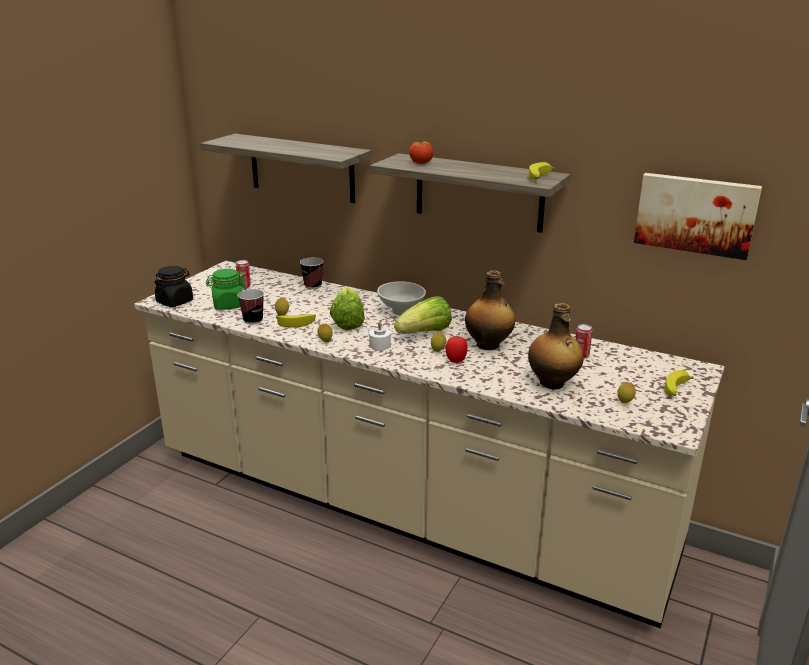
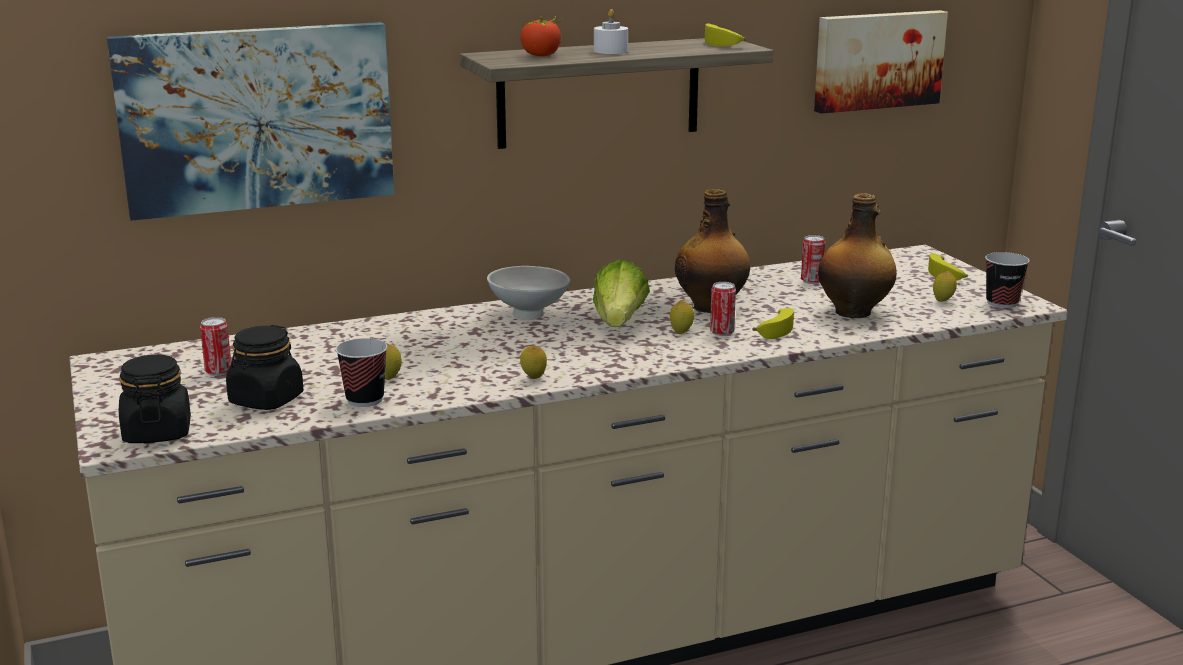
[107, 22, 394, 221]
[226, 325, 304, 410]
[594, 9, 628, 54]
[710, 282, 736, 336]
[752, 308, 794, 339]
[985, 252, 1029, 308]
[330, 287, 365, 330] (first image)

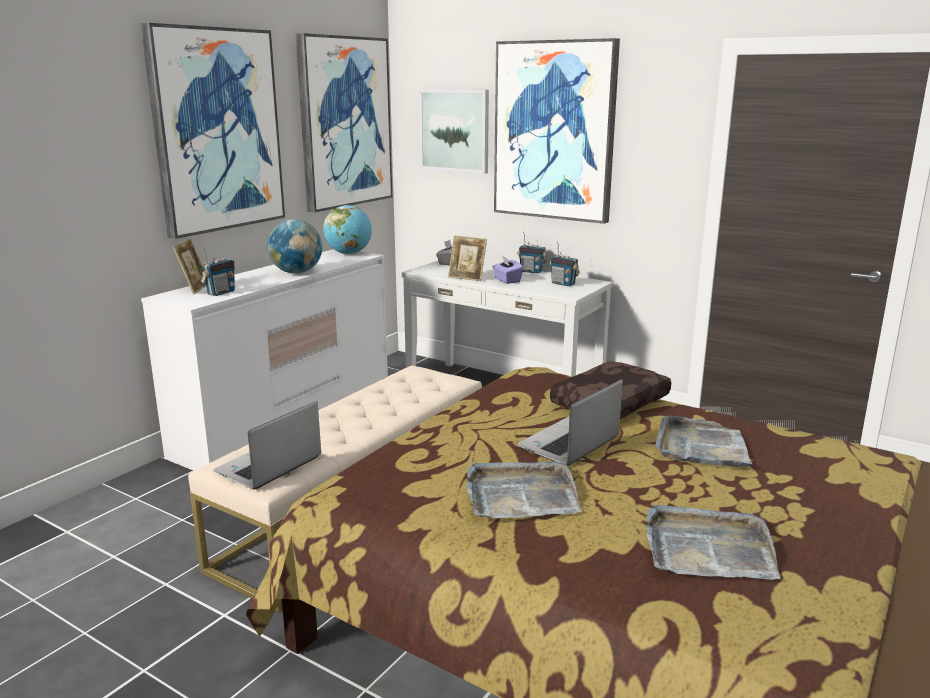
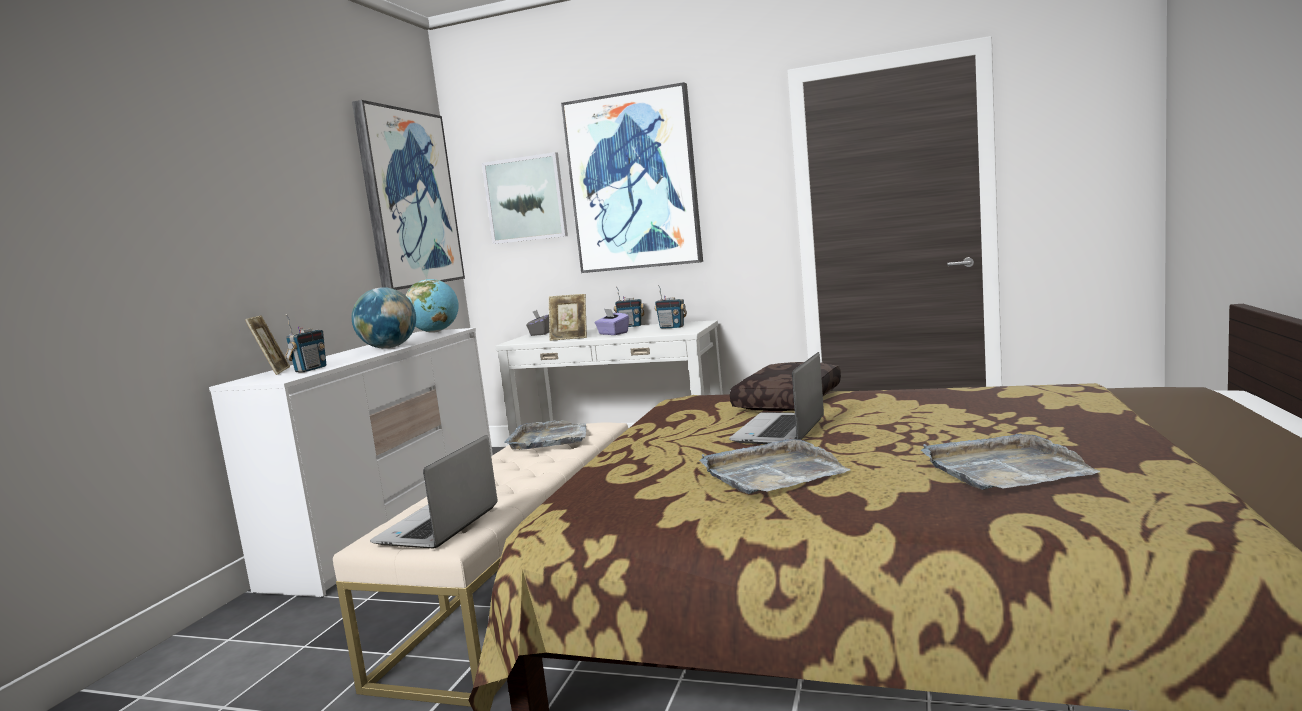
[504, 420, 586, 450]
[141, 23, 285, 239] (first image)

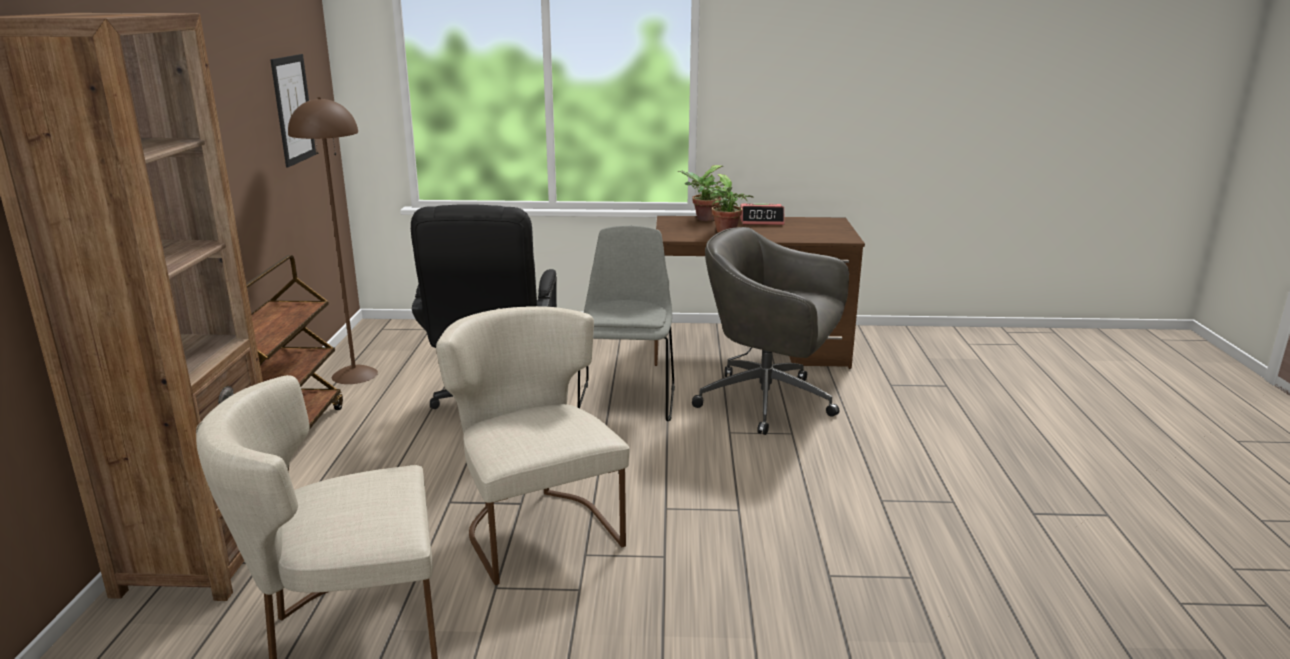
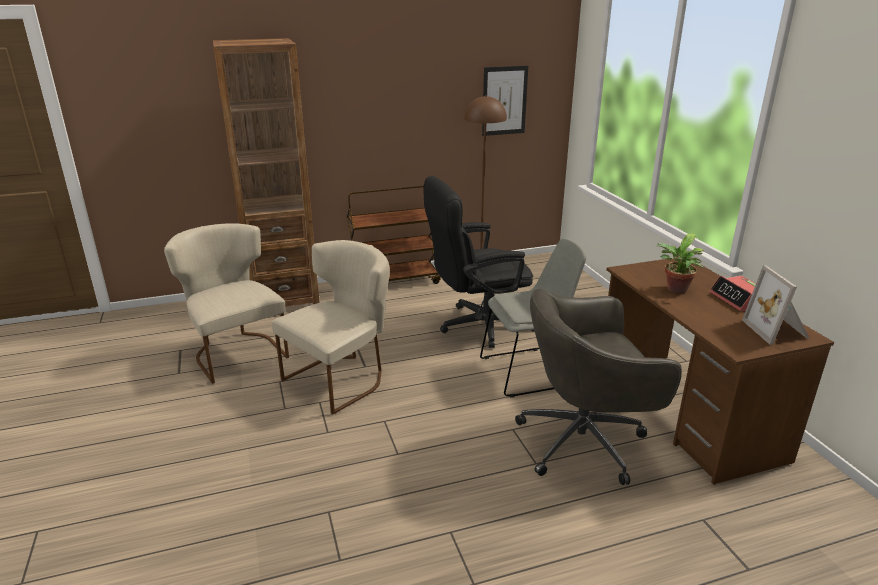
[515, 288, 682, 485]
[742, 265, 810, 345]
[678, 165, 724, 221] (first image)

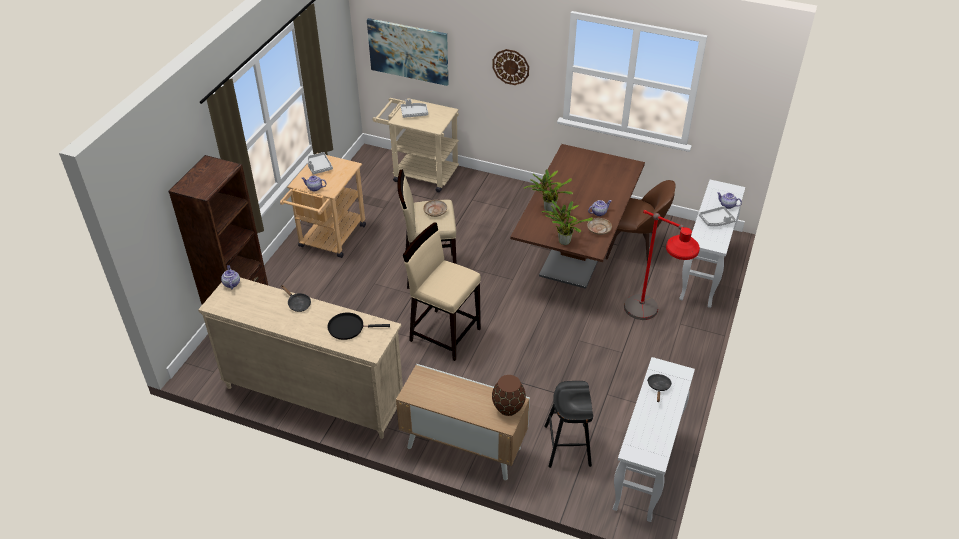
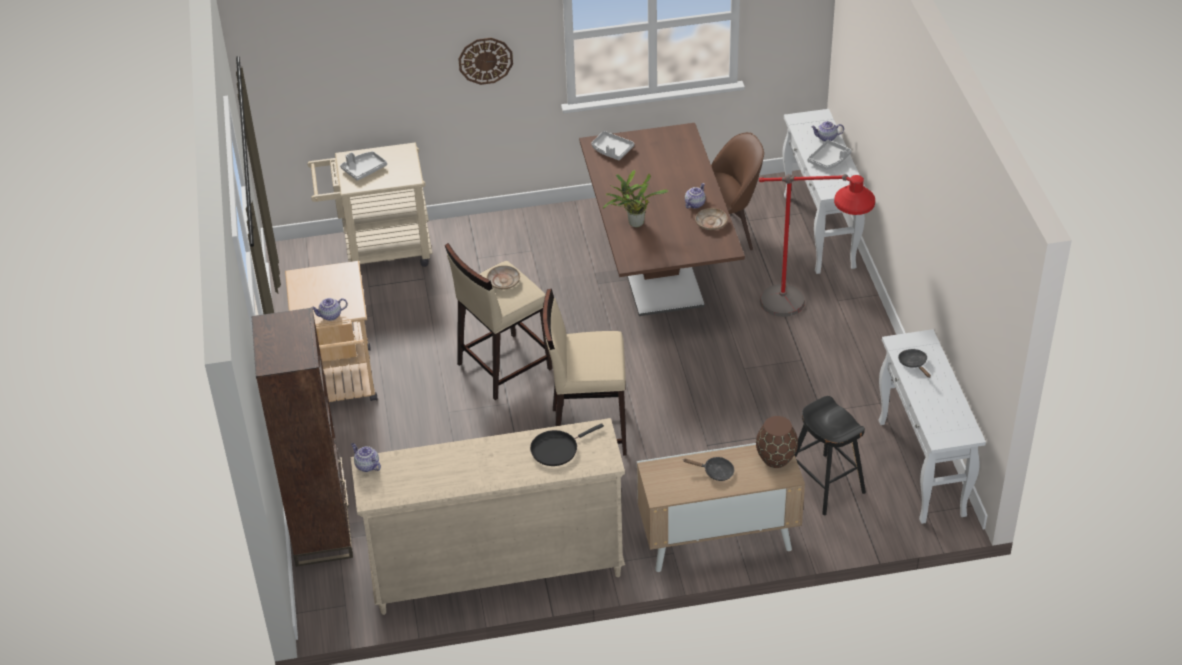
[591, 131, 634, 160]
[683, 457, 734, 481]
[367, 18, 448, 86] (first image)
[542, 200, 593, 245] (first image)

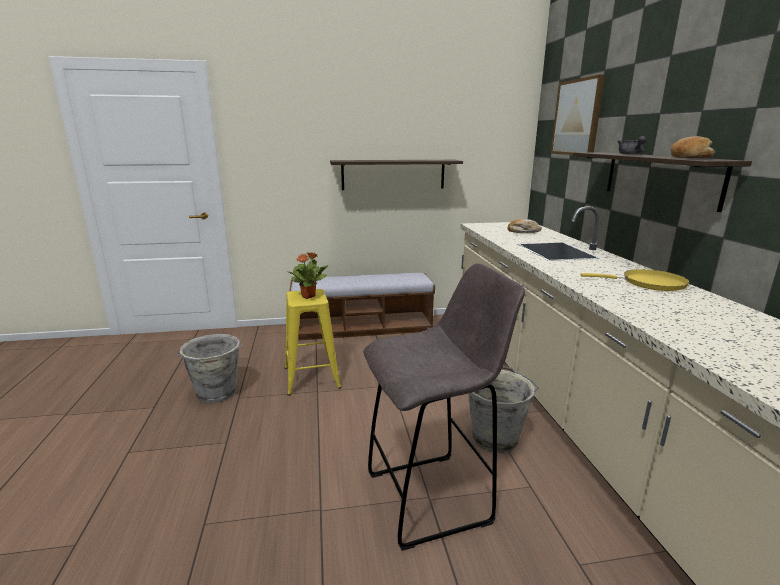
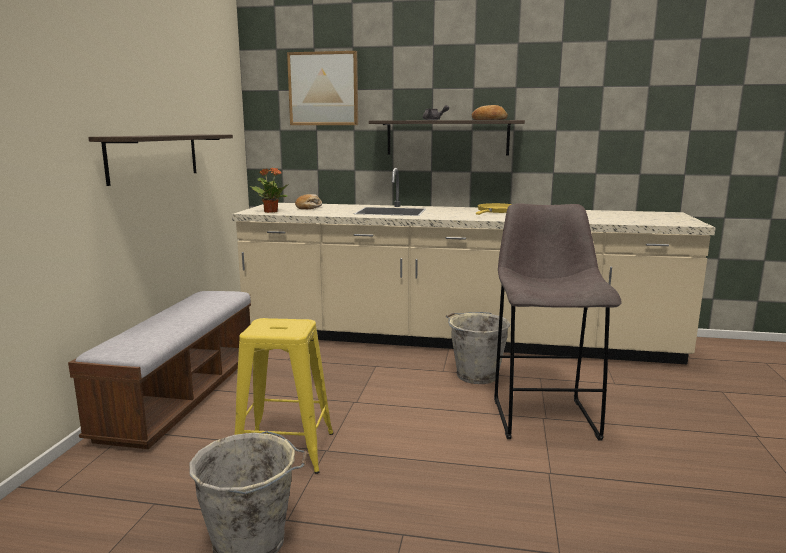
[250, 168, 289, 213]

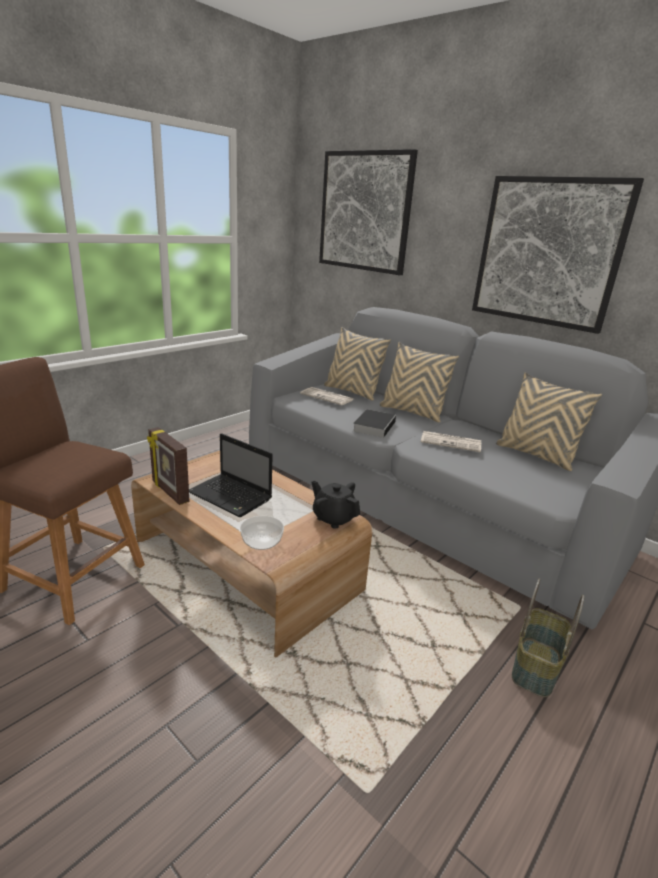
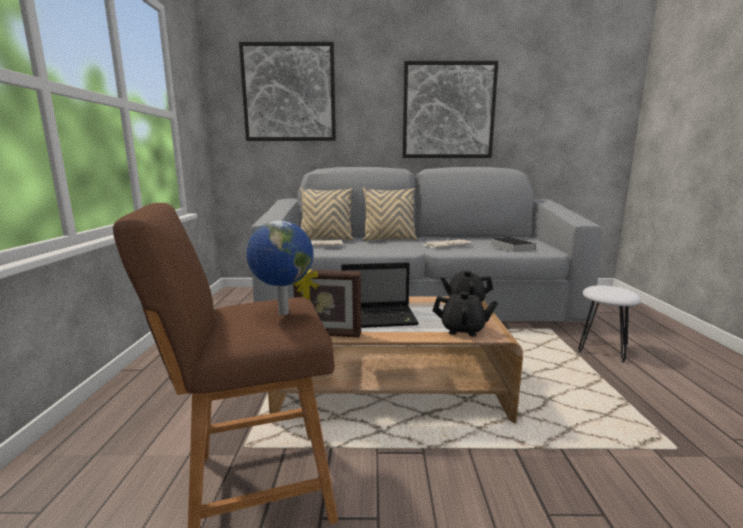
[246, 221, 314, 315]
[432, 291, 498, 336]
[491, 237, 536, 252]
[578, 285, 641, 363]
[496, 372, 602, 471] (first image)

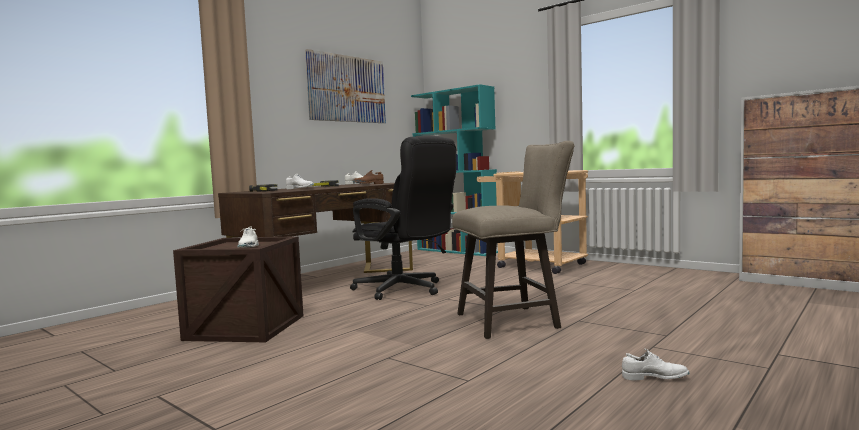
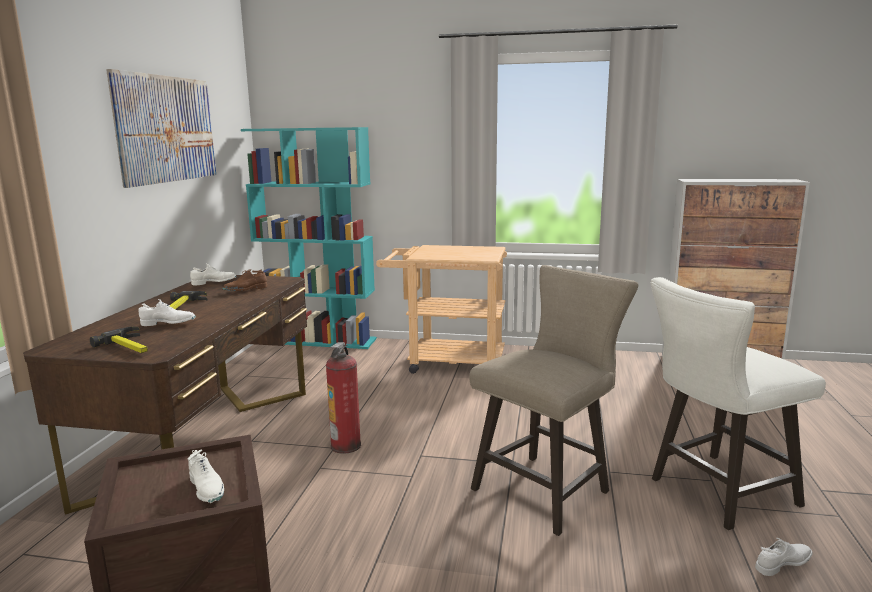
[326, 342, 361, 454]
[651, 277, 826, 530]

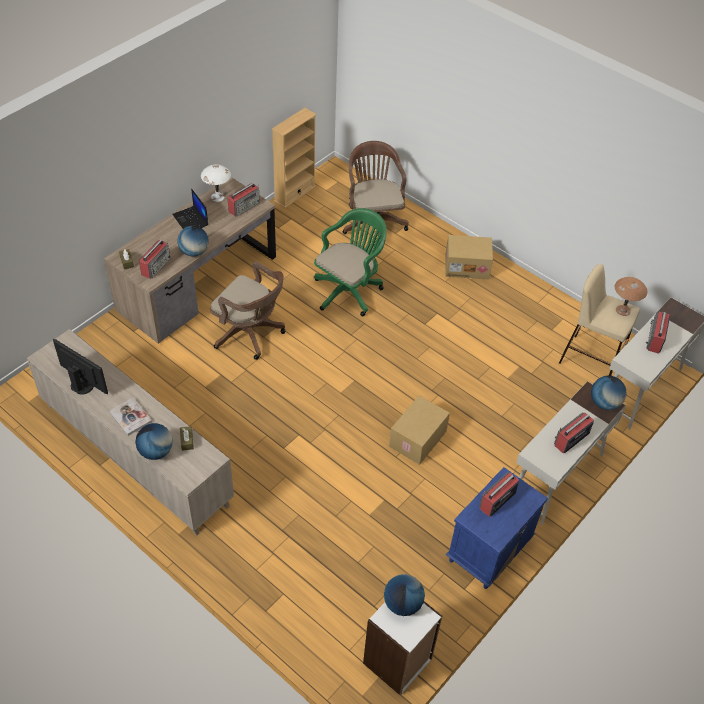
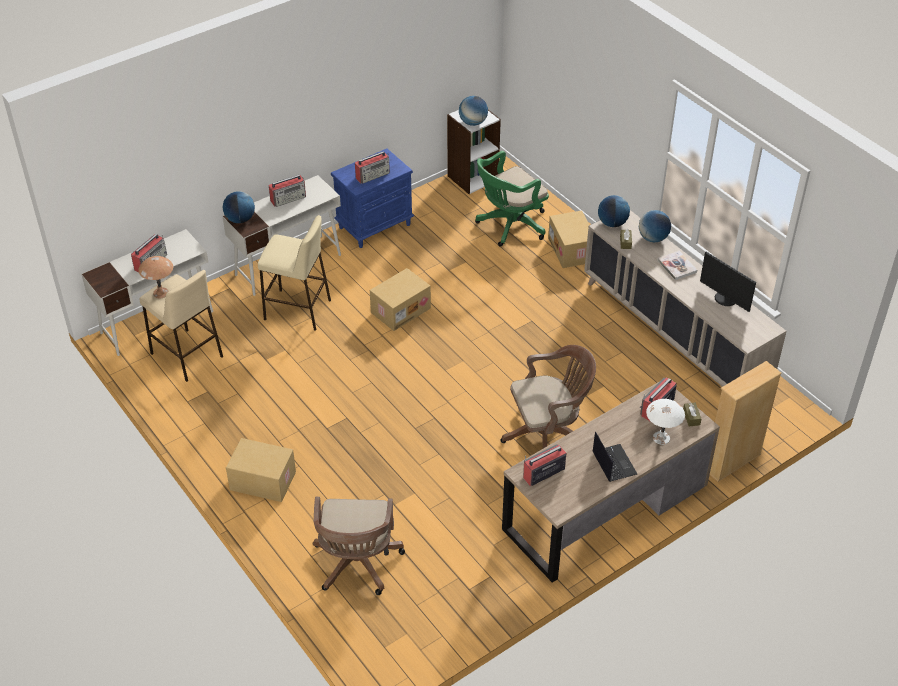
[258, 215, 331, 331]
[475, 151, 549, 247]
[501, 345, 596, 448]
[548, 210, 589, 268]
[598, 195, 630, 227]
[646, 399, 685, 445]
[710, 361, 782, 482]

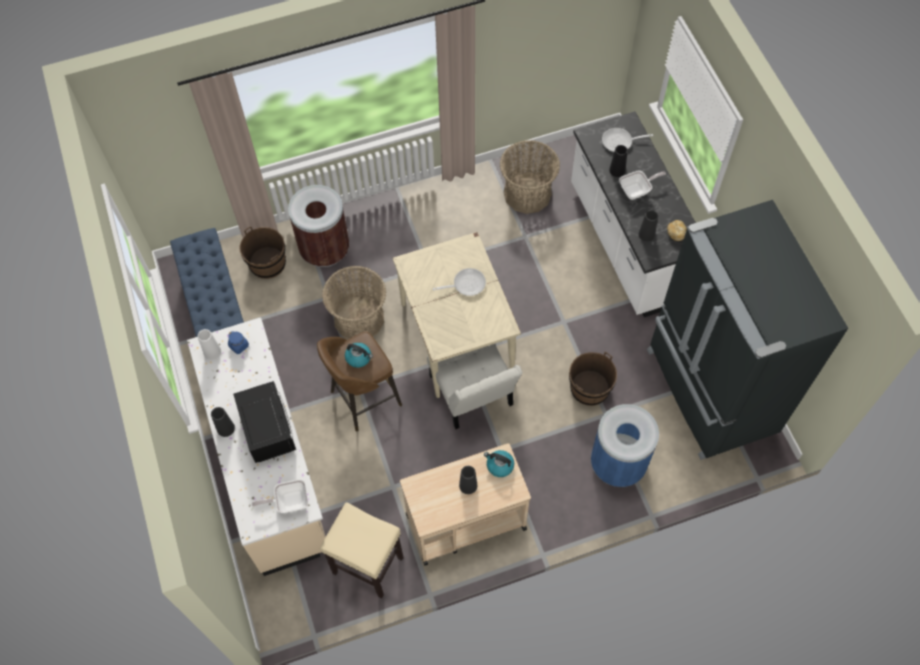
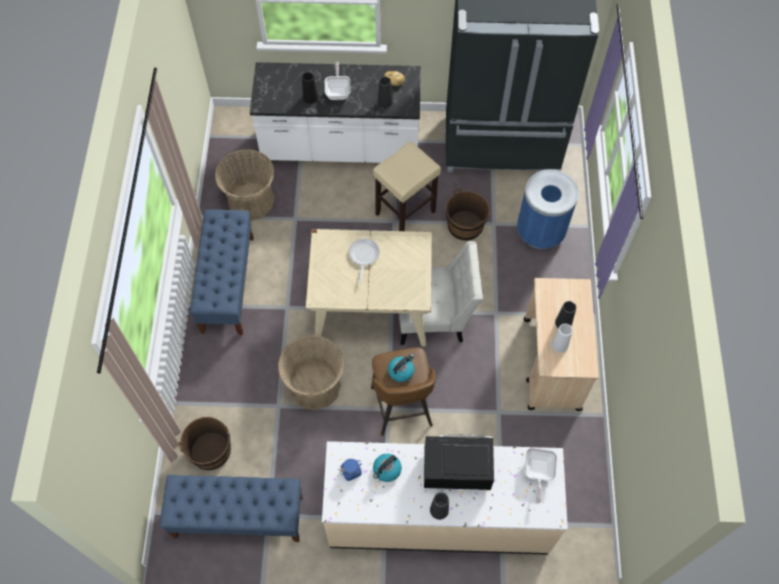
[190, 210, 254, 335]
[373, 141, 441, 231]
[373, 454, 402, 482]
[551, 324, 573, 353]
[288, 185, 349, 267] (first image)
[602, 128, 653, 152] (first image)

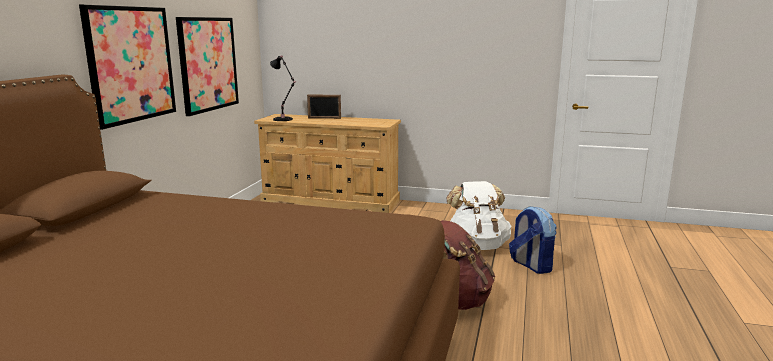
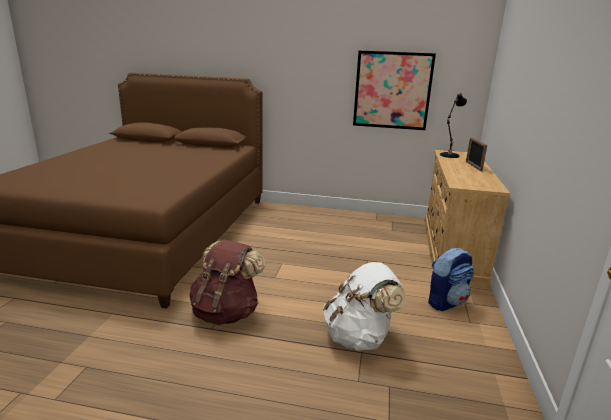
[428, 248, 474, 311]
[79, 5, 176, 130] (first image)

